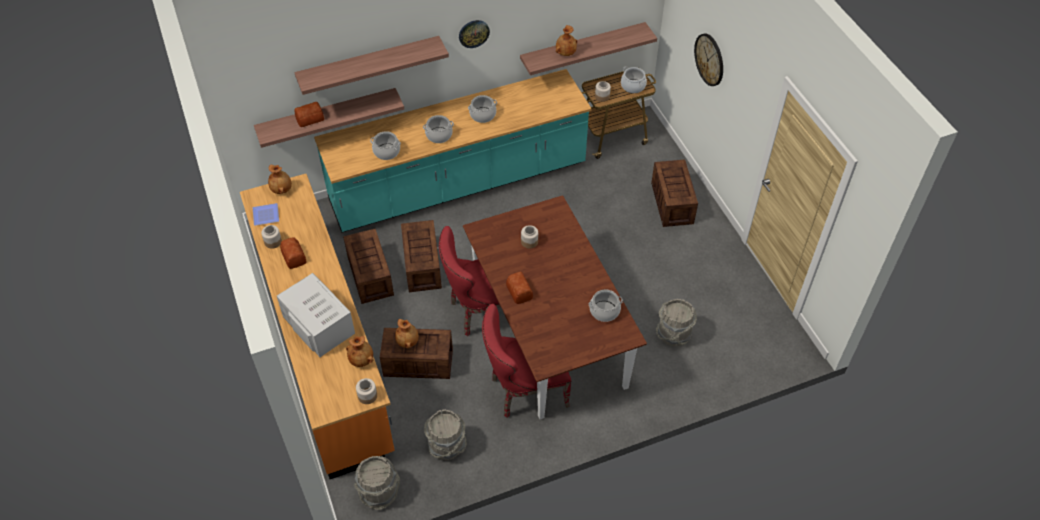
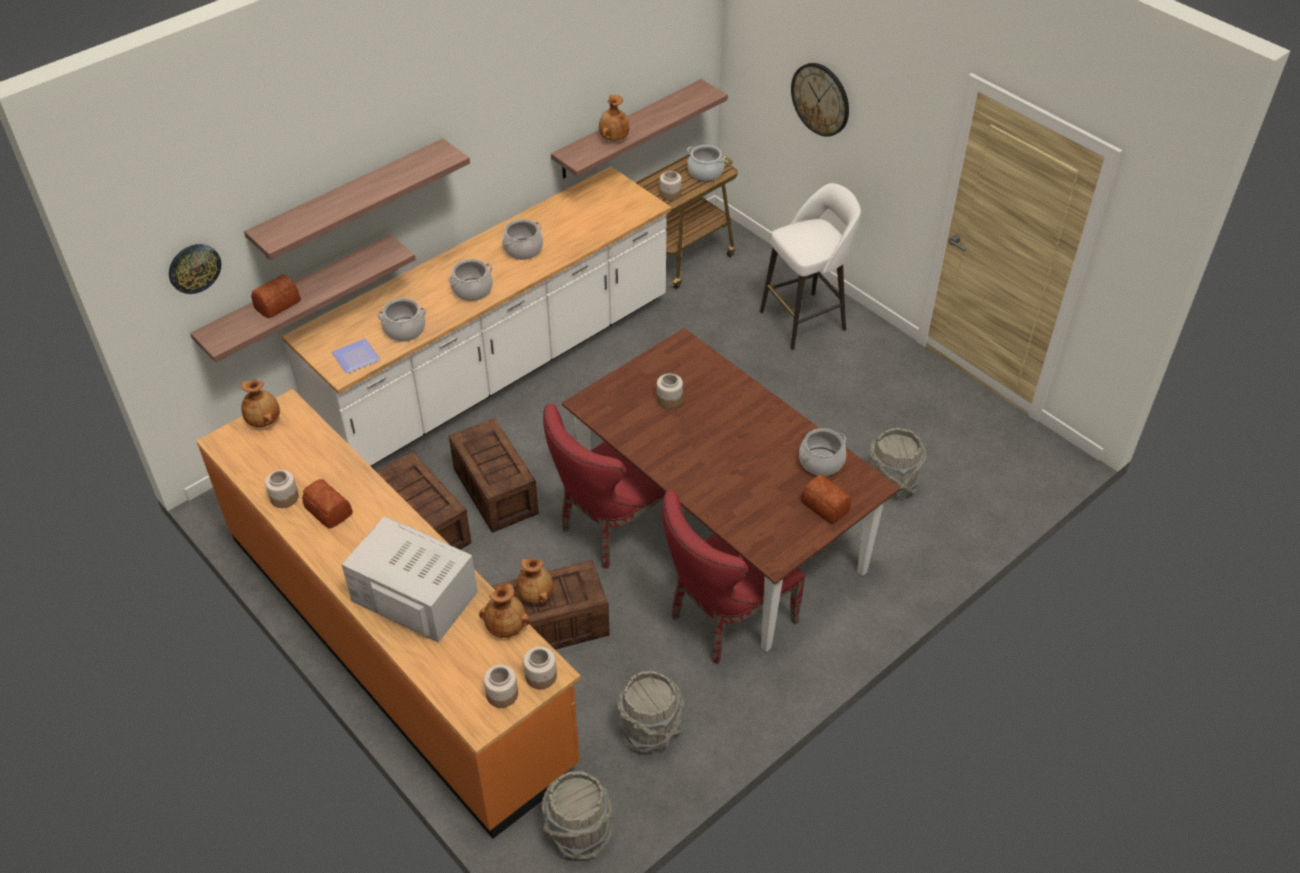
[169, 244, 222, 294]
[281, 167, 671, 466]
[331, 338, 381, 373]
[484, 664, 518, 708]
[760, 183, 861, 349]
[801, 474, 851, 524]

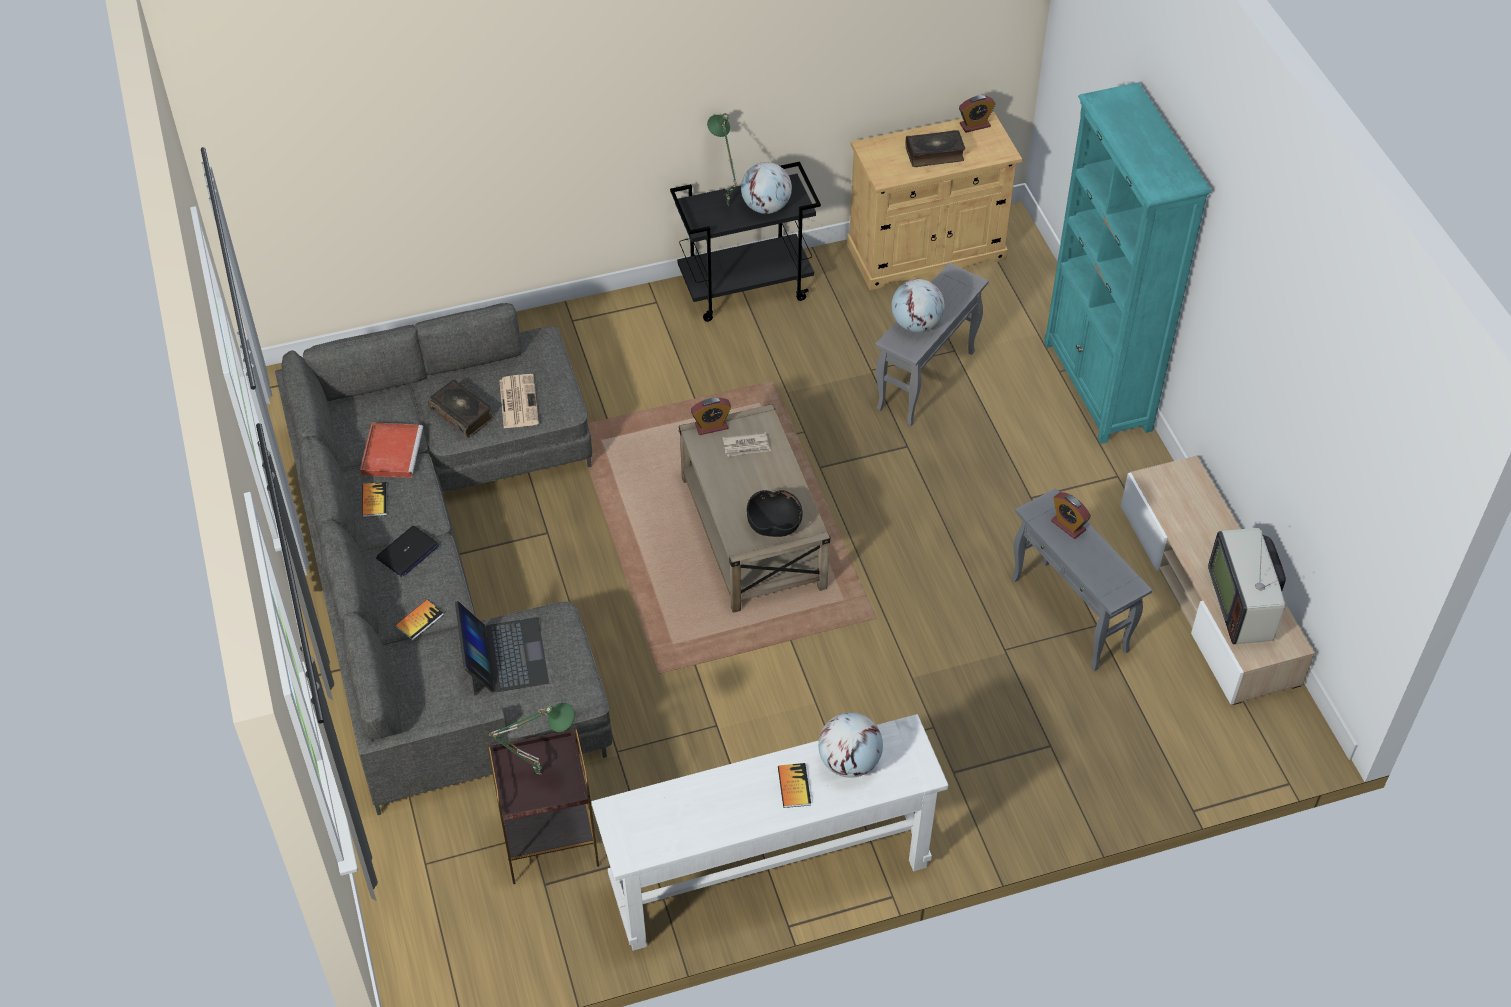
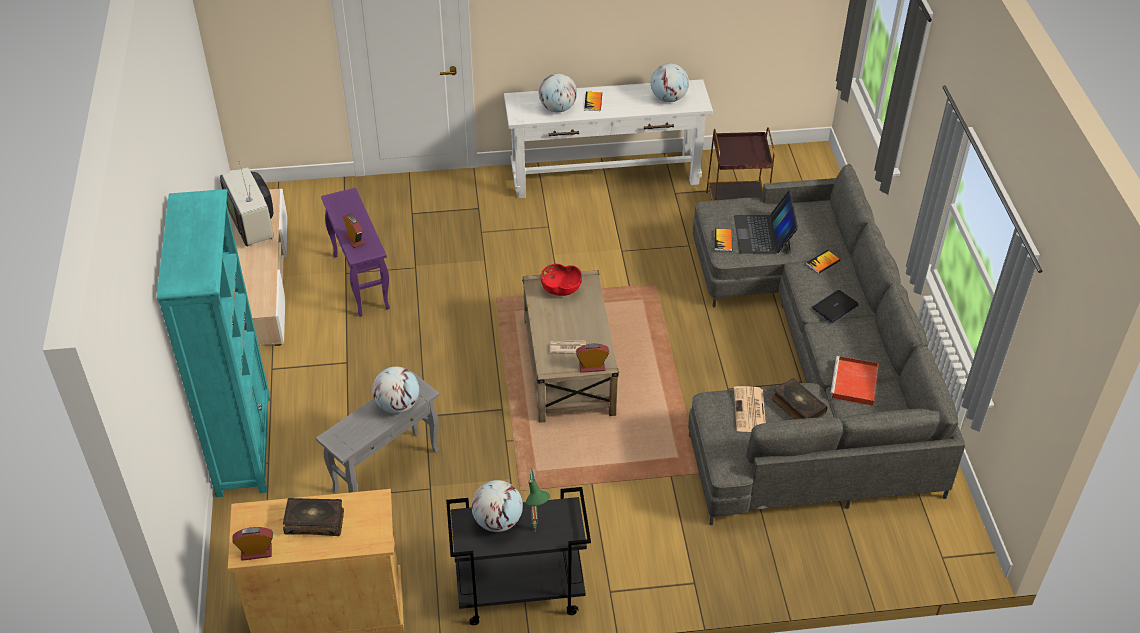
[220, 162, 274, 246]
[321, 187, 390, 317]
[541, 264, 582, 296]
[651, 63, 689, 102]
[714, 229, 732, 251]
[489, 703, 575, 774] (first image)

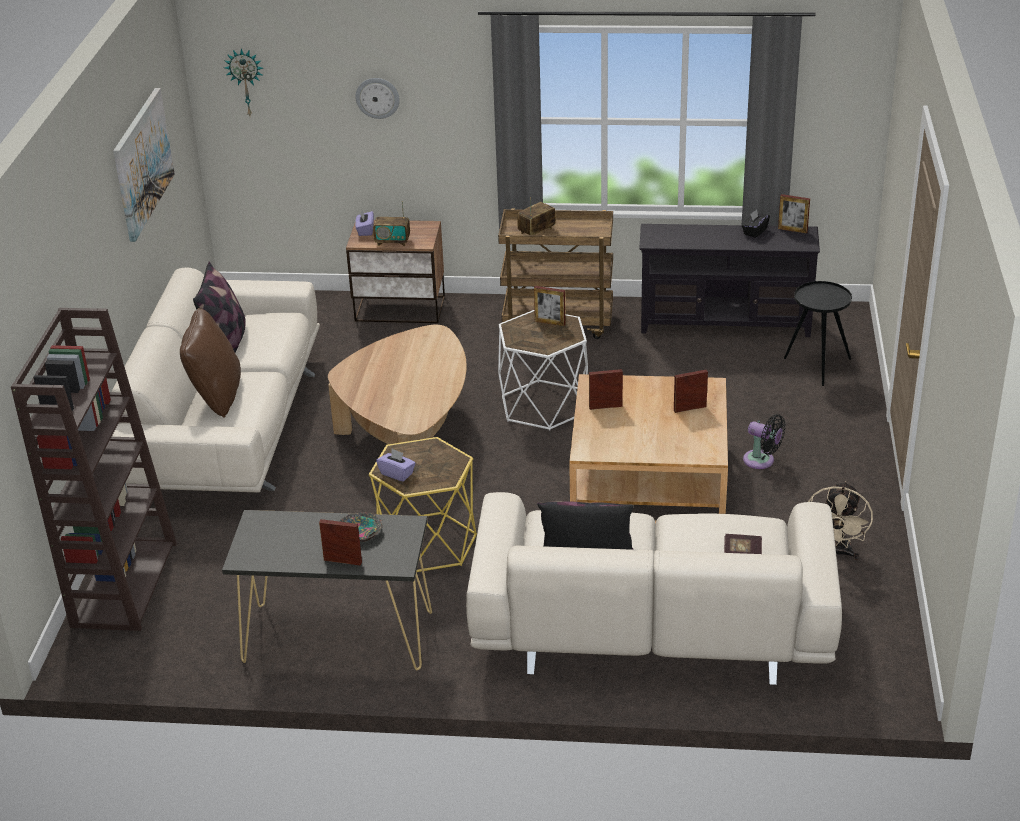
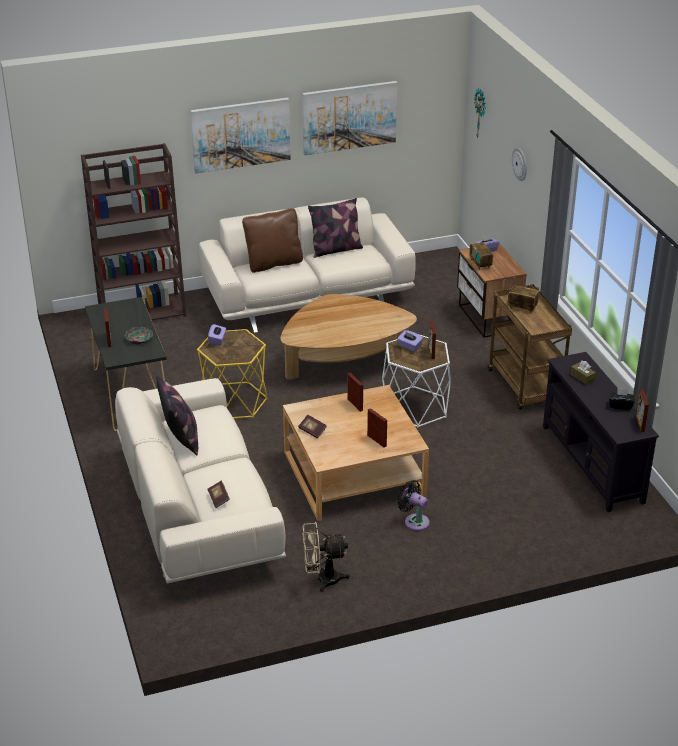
[191, 98, 290, 173]
[298, 415, 327, 439]
[397, 330, 423, 352]
[397, 480, 430, 531]
[570, 361, 596, 385]
[784, 281, 852, 386] (first image)

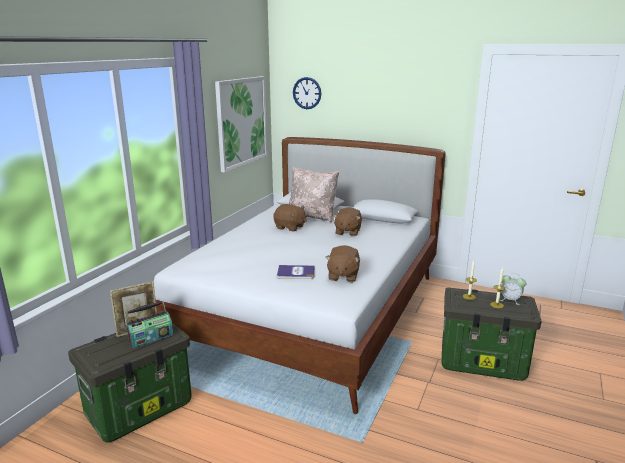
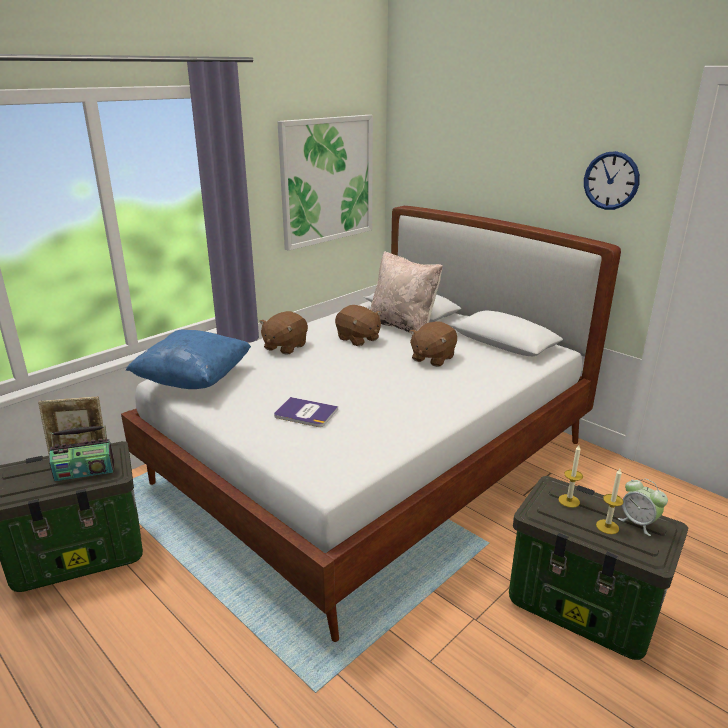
[126, 330, 251, 389]
[259, 311, 308, 355]
[584, 151, 640, 210]

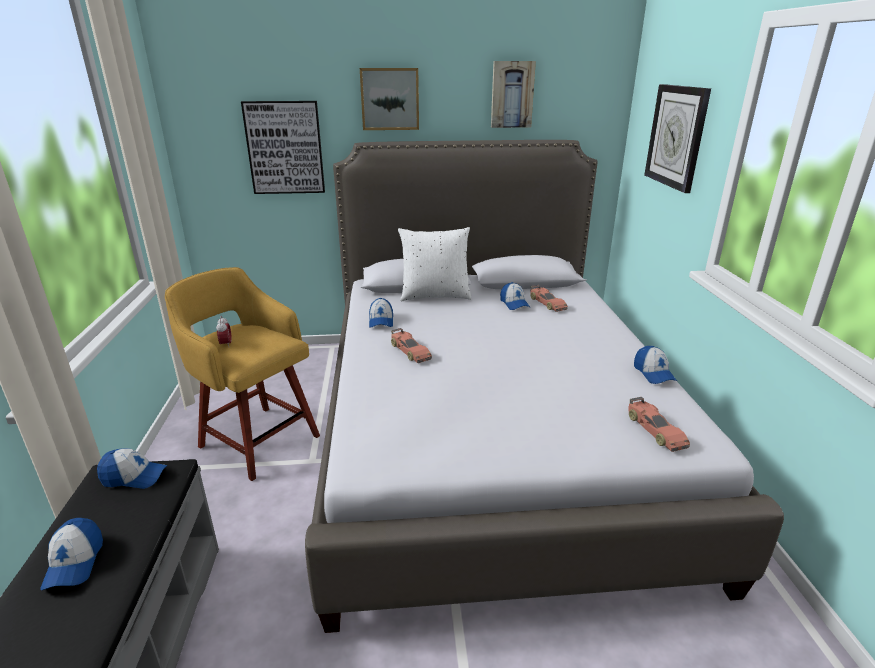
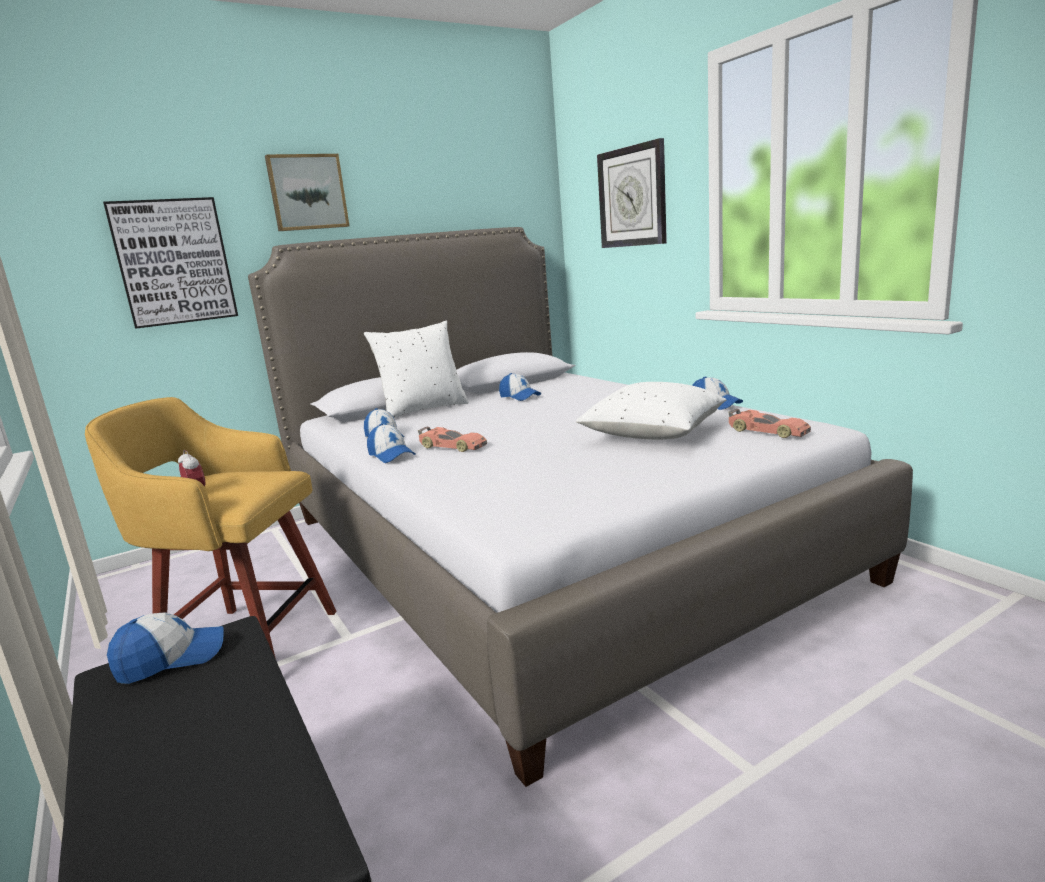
[367, 424, 416, 463]
[576, 382, 726, 440]
[491, 61, 536, 128] (first image)
[530, 285, 568, 312] (first image)

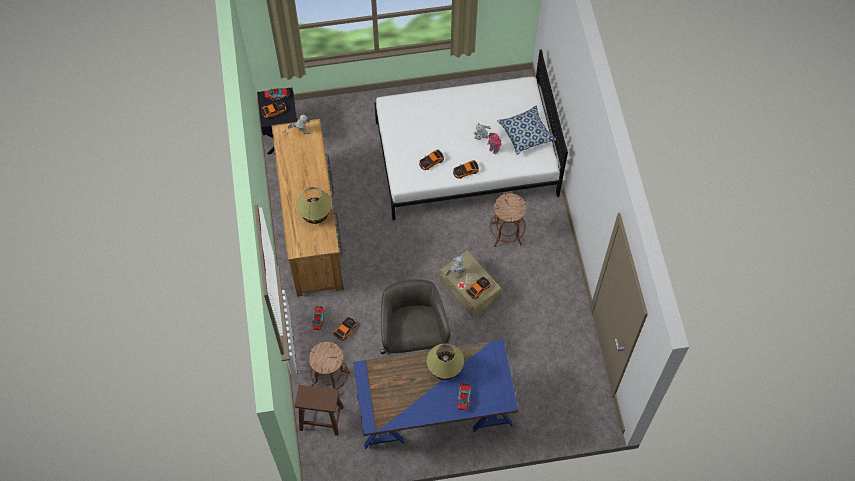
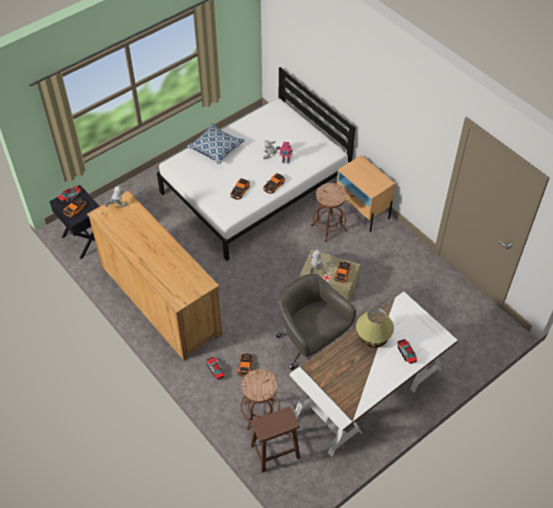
[187, 123, 245, 164]
[290, 292, 458, 457]
[337, 155, 396, 232]
[296, 187, 332, 224] (first image)

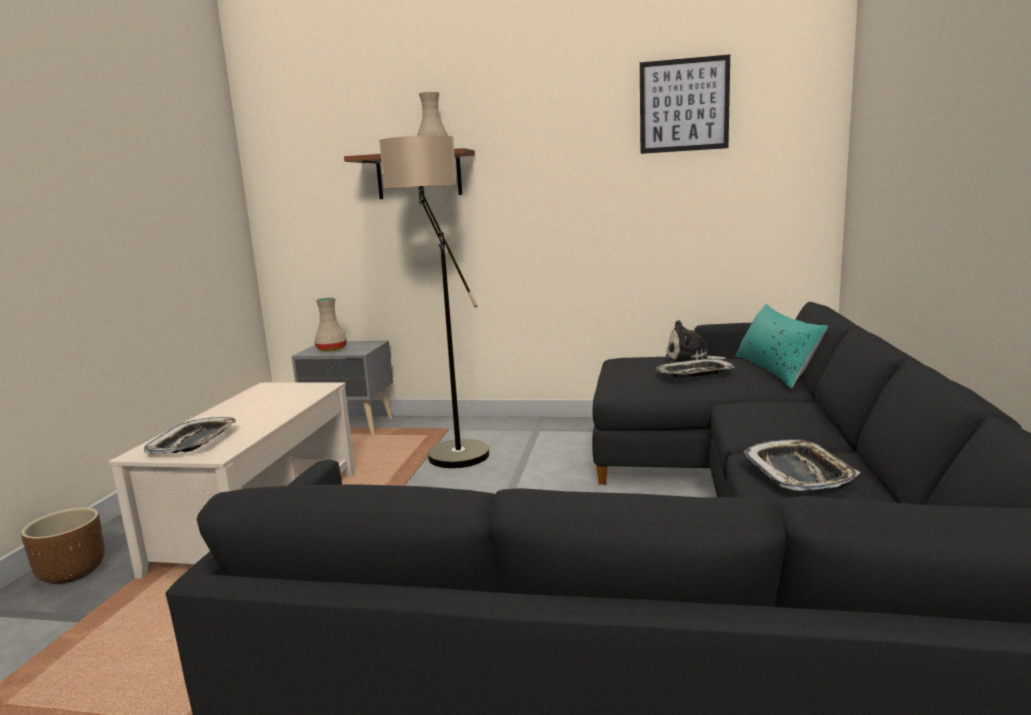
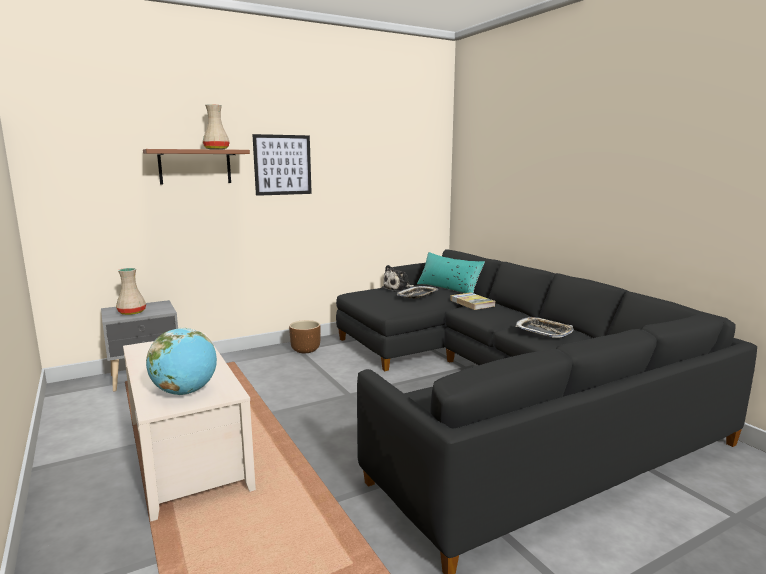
[146, 328, 217, 395]
[252, 134, 312, 196]
[289, 320, 321, 353]
[450, 292, 495, 310]
[379, 135, 489, 468] (first image)

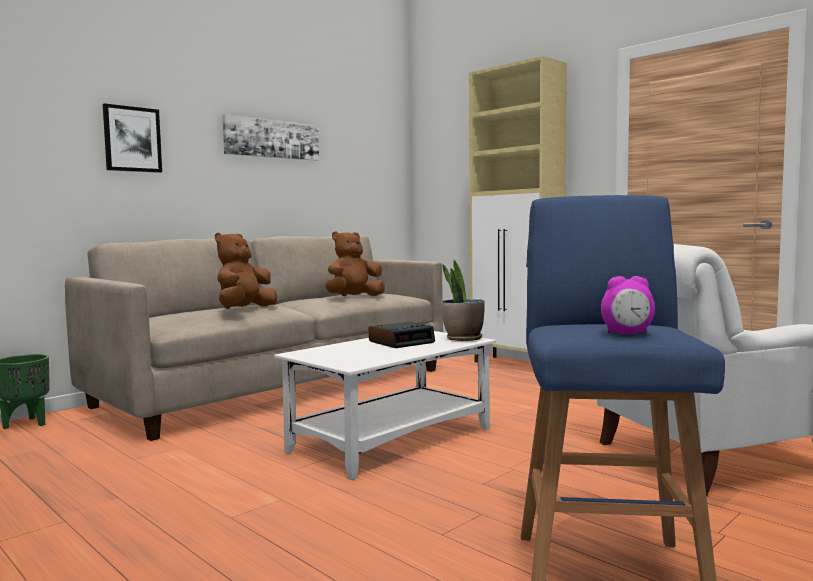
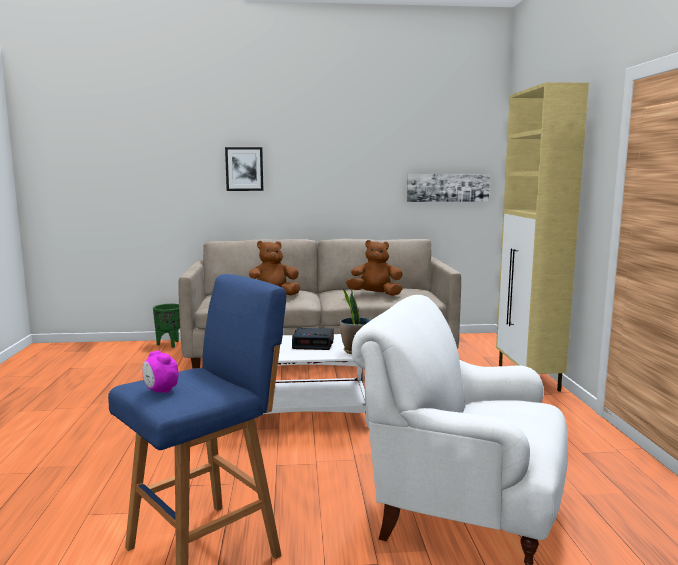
[407, 174, 490, 202]

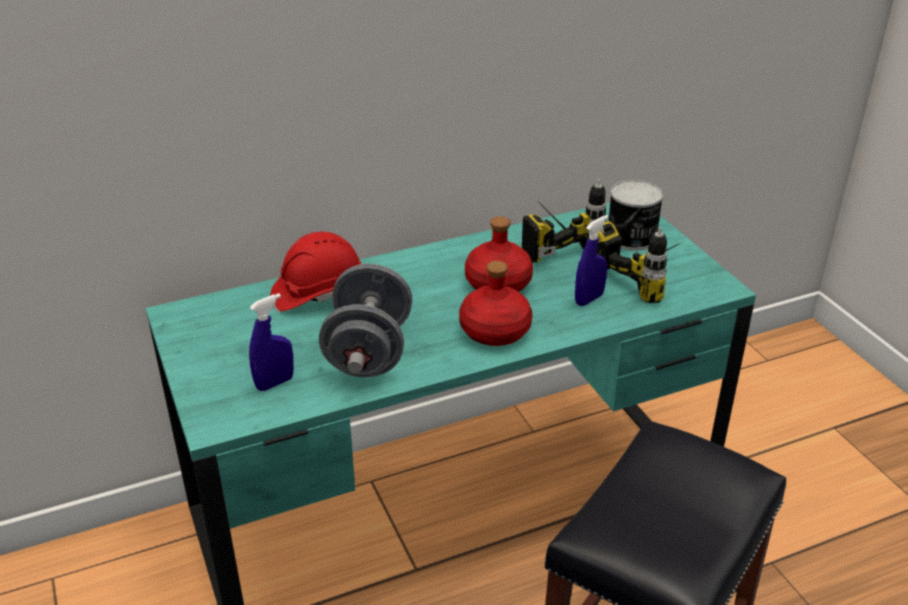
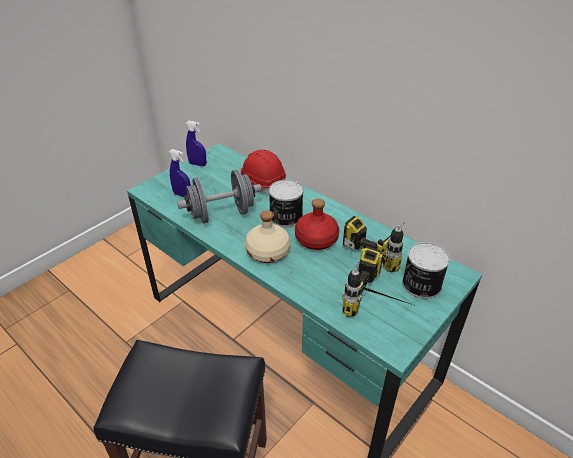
[186, 121, 206, 166]
[245, 210, 291, 263]
[269, 180, 304, 227]

